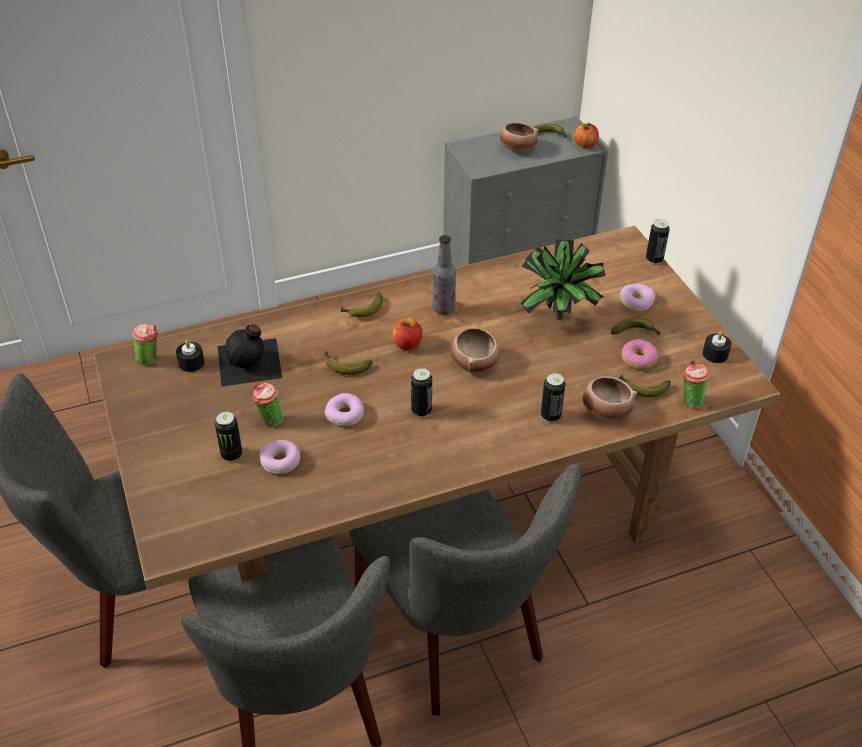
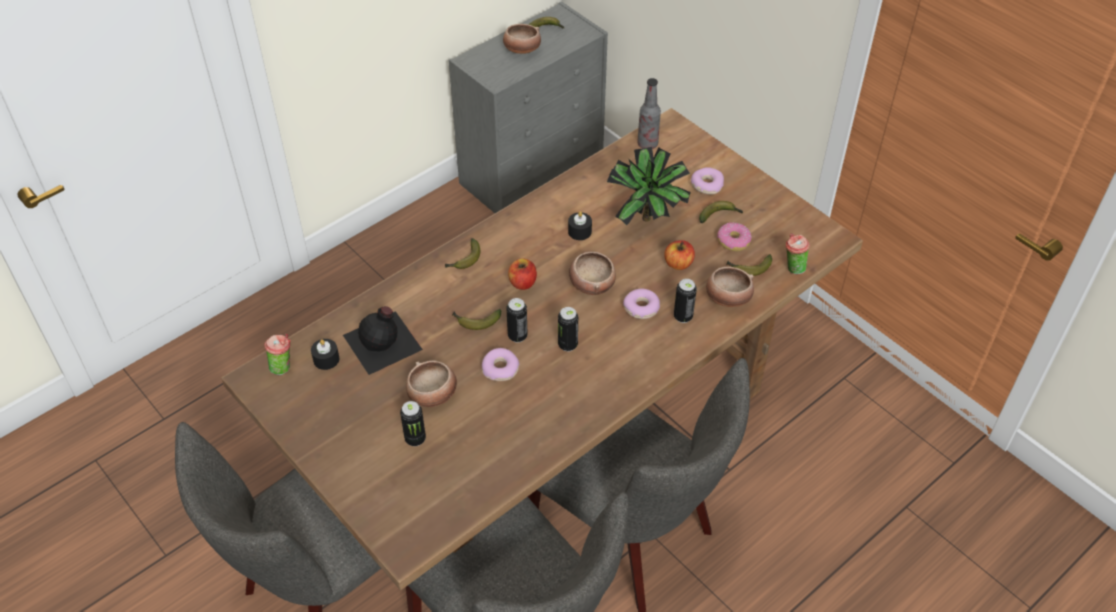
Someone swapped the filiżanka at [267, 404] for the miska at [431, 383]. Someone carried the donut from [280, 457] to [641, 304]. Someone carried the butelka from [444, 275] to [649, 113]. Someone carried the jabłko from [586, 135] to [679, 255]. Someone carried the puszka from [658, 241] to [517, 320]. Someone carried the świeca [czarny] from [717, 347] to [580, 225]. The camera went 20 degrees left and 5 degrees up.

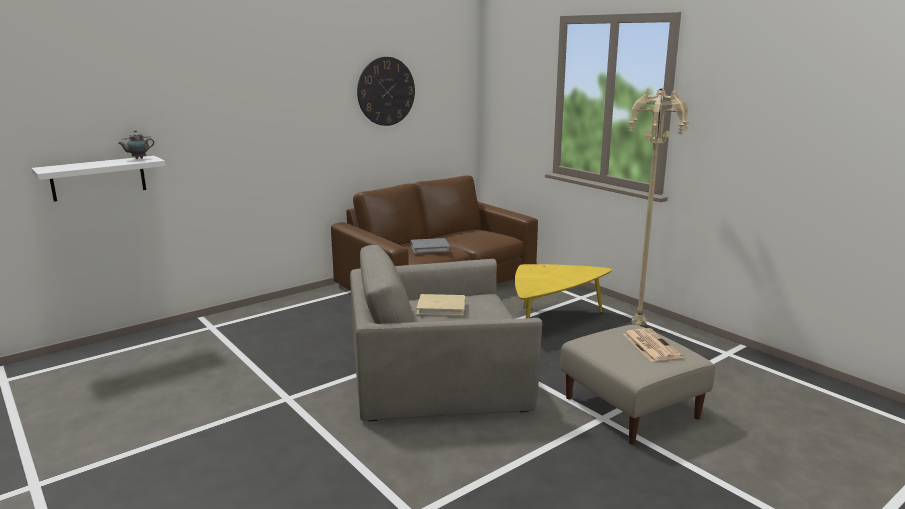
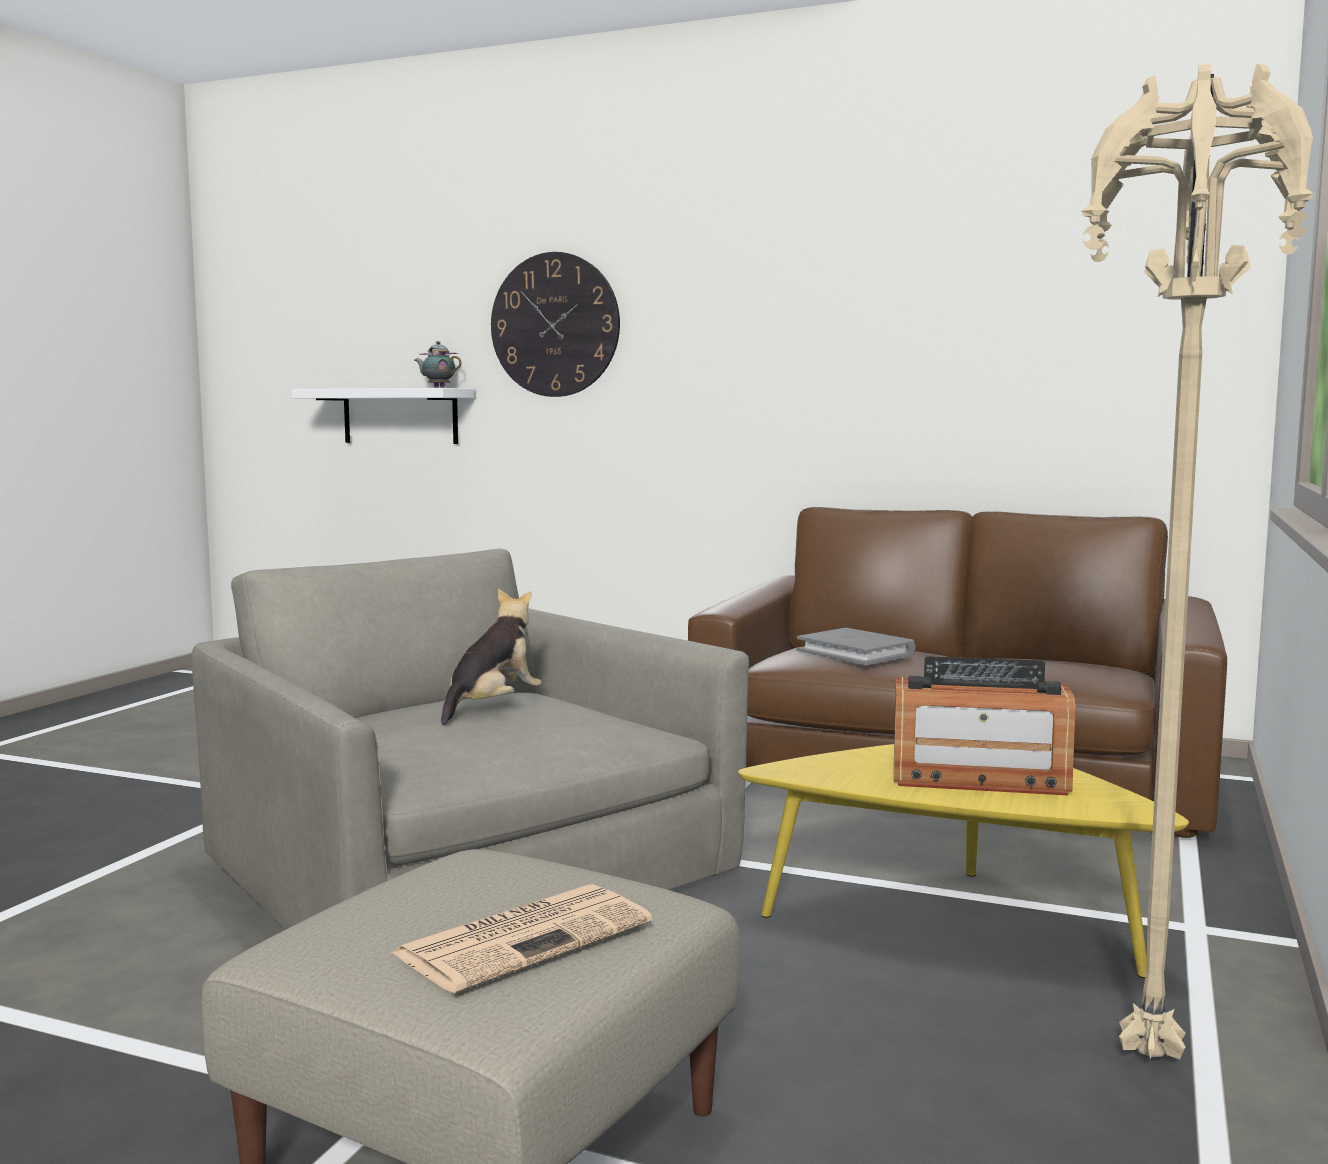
Someone carried the zegar ścienny from [386, 91] to [555, 324]. Someone swapped the książka [beżowy] at [441, 305] for the pluszak at [491, 657]. Someone put down the radio at [984, 726]. The camera went 60 degrees right and 10 degrees down.

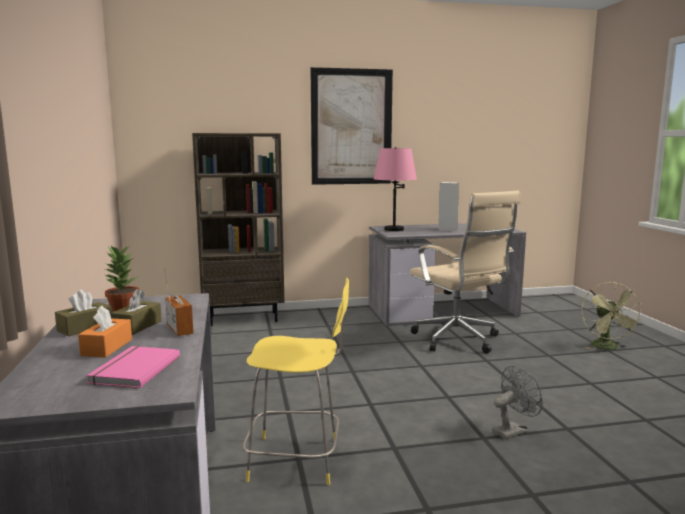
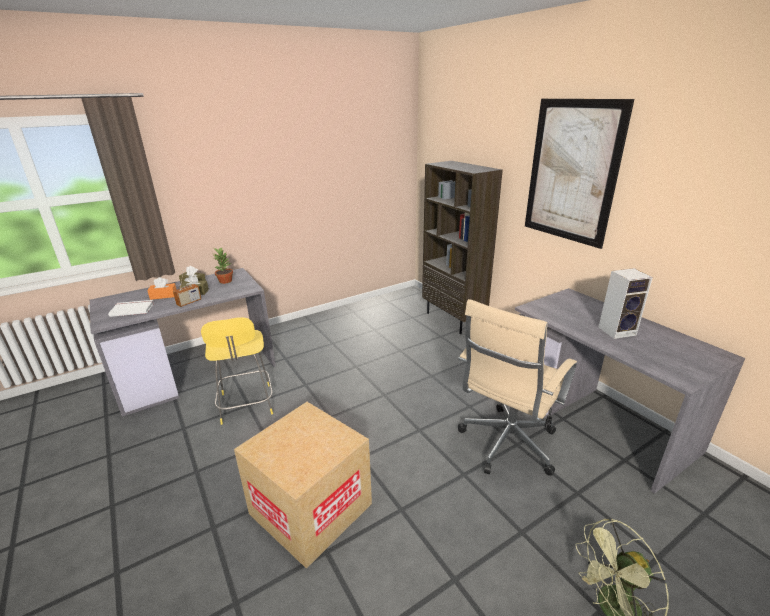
Someone repainted the książka [różowy] at [133, 367], which became the książka [biały] at [131, 308]. Someone took away the lampa stołowa [różowy] at [395, 189]. Someone swapped the wentylator [szary] at [517, 402] for the karton at [303, 485]. The camera went 70 degrees right and 15 degrees up.

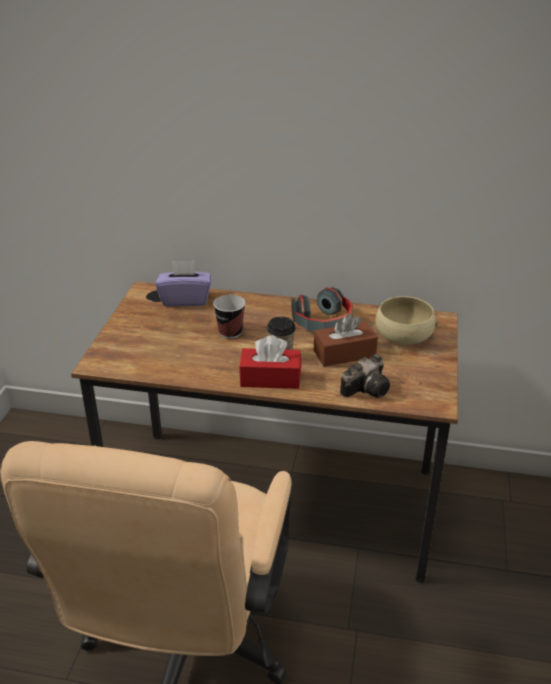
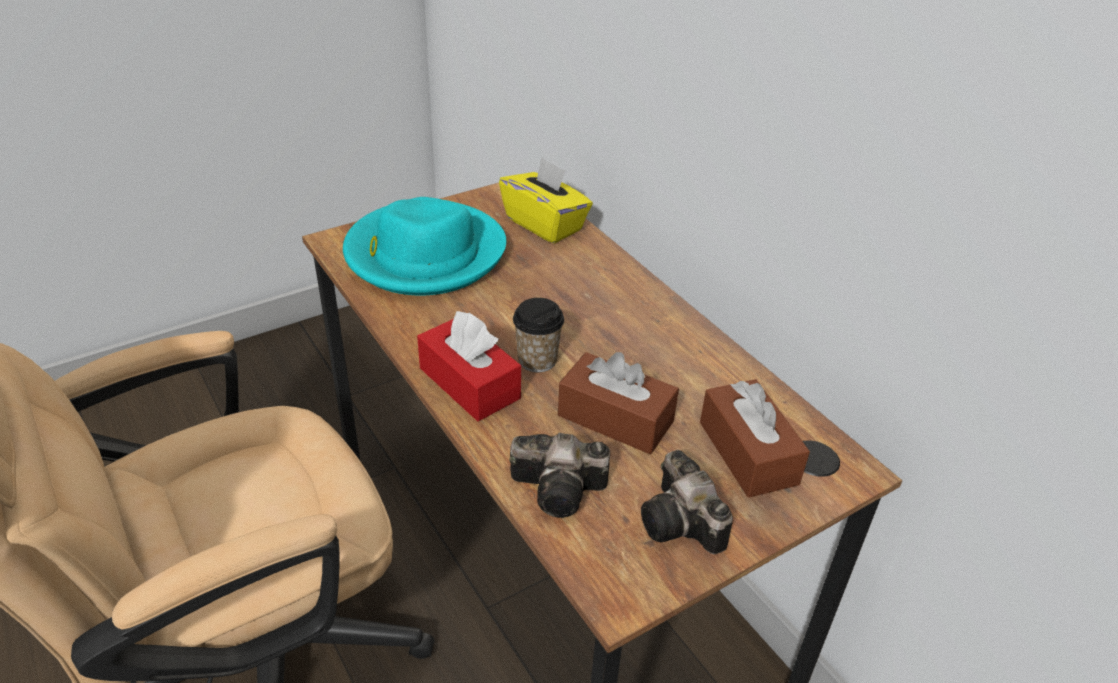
Someone repainted the pudełko chusteczek [fioletowy] at [183, 283], which became the pudełko chusteczek [żółty] at [546, 200]. Someone took away the filiżanka at [229, 317]. Someone took away the słuchawki at [322, 309]. Someone swapped the miska [beżowy] at [406, 320] for the pudełko chusteczek [brązowy] at [755, 438]. Someone put down the kapelusz [turkusowy] at [424, 246]. Someone put down the aparat fotograficzny at [687, 502]. The camera went 45 degrees right and 5 degrees up.

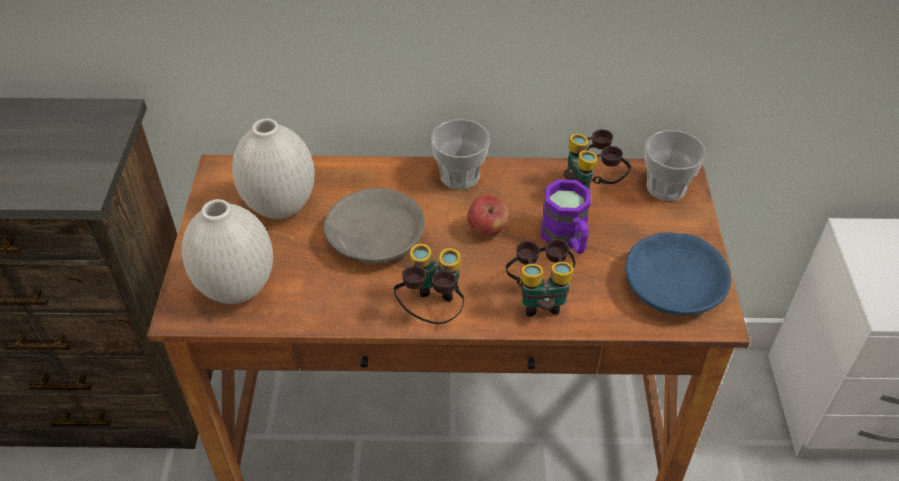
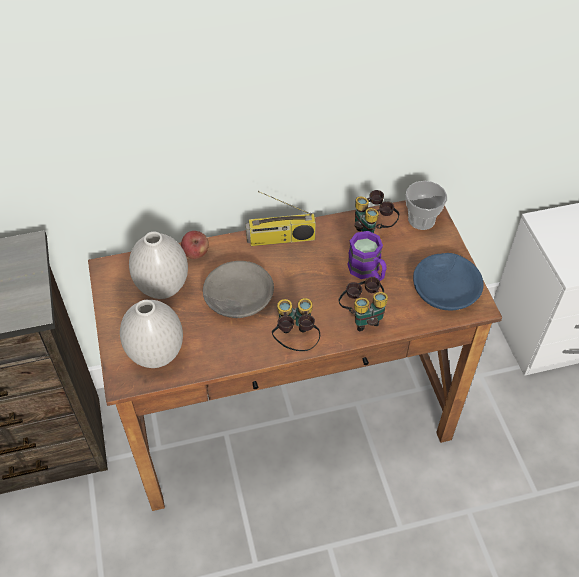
Someone swapped the filiżanka at [460, 154] for the radio at [281, 218]. Someone carried the jabłko from [488, 216] to [195, 245]. The camera went 15 degrees left and 5 degrees up.

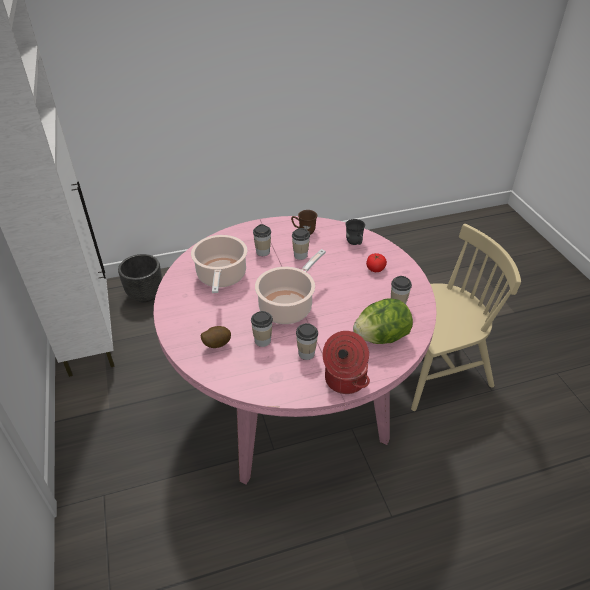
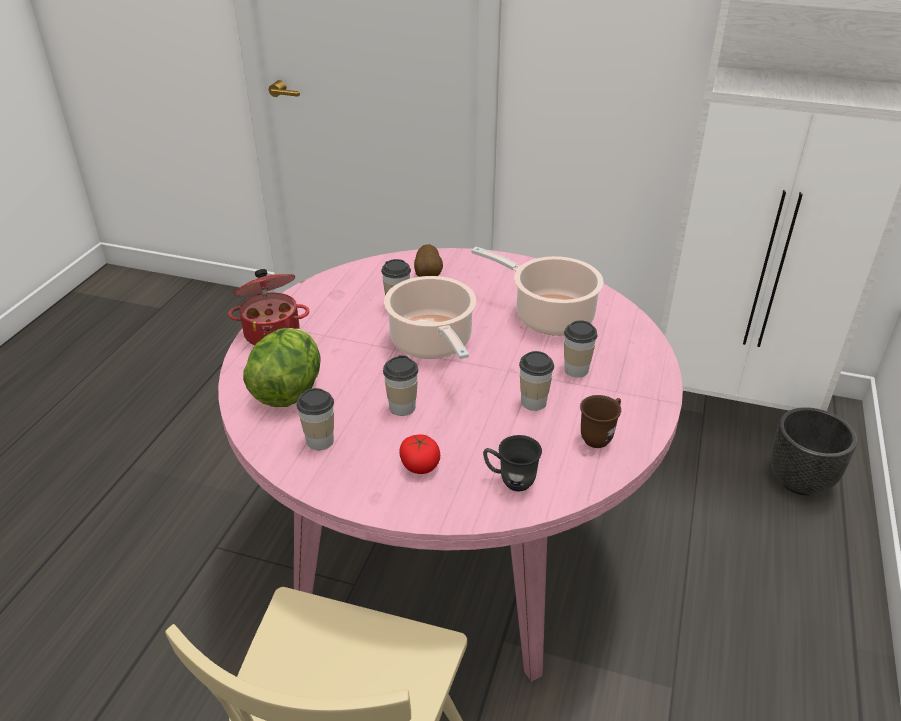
Someone carried the filiżanka from [307, 341] to [400, 385]. The camera went 125 degrees right and 5 degrees down.

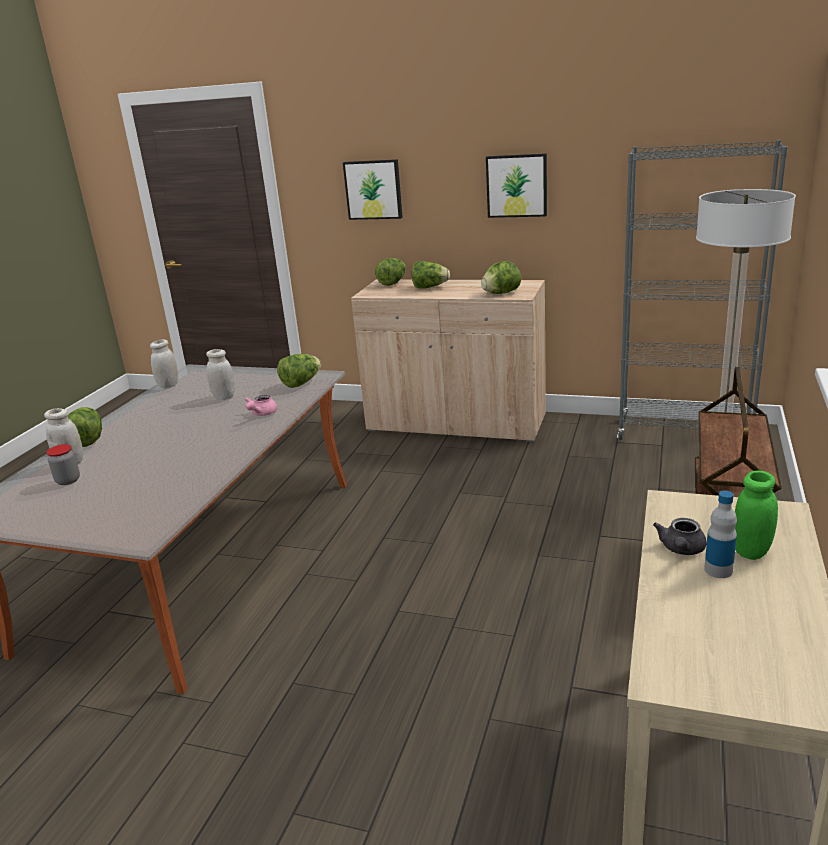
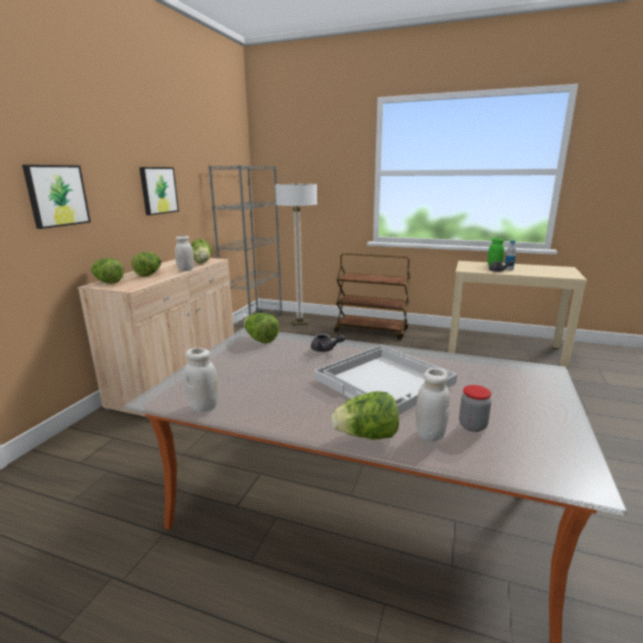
Someone carried the słoik [biały] from [220, 374] to [184, 253]. Someone repainted the imbryk [różowy] at [261, 405], which became the imbryk [szary] at [328, 342]. Someone put down the taca [biały] at [386, 379]. The camera went 90 degrees left and 5 degrees down.

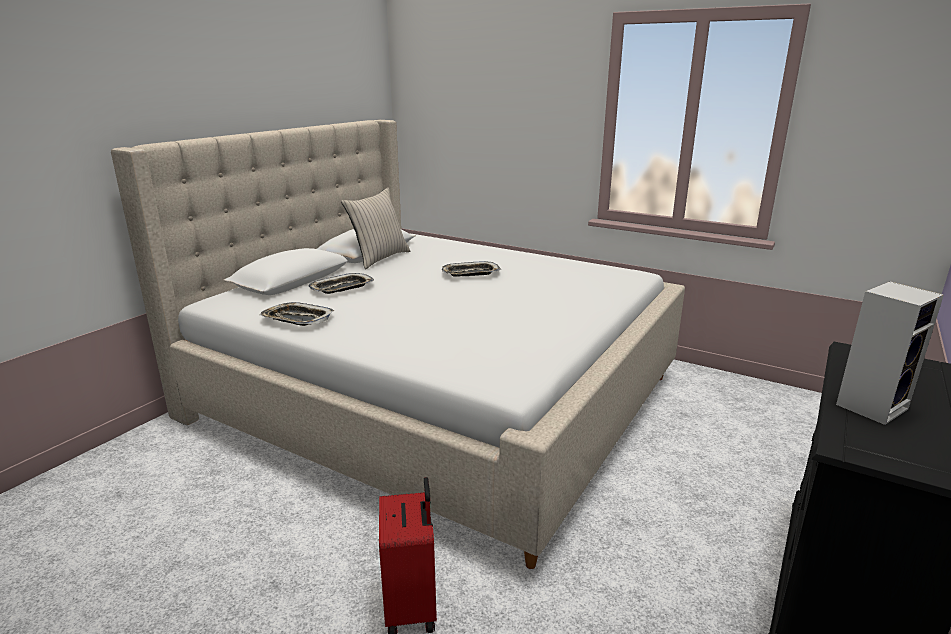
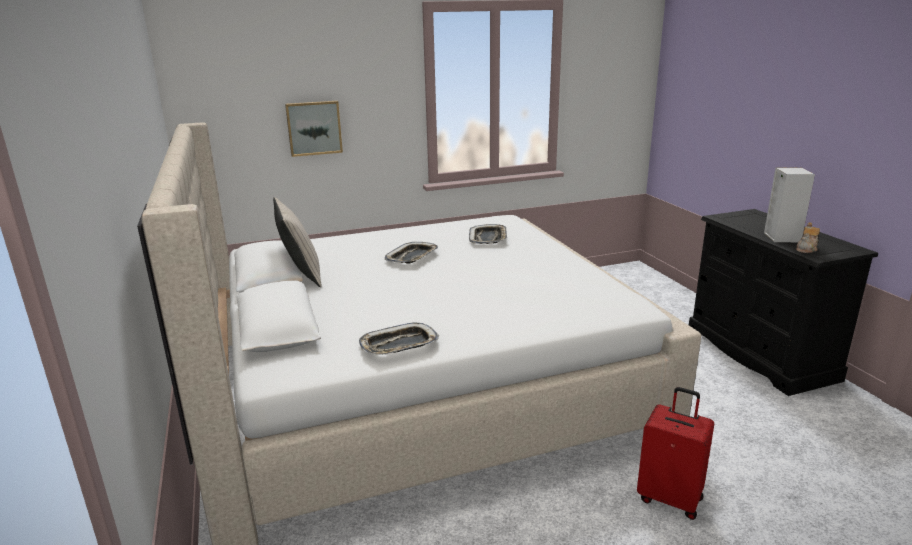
Someone carried the taca from [341, 283] to [488, 234]. Someone put up the obraz at [314, 129]. Someone put down the imbryk at [808, 237]. The camera went 50 degrees left and 0 degrees up.

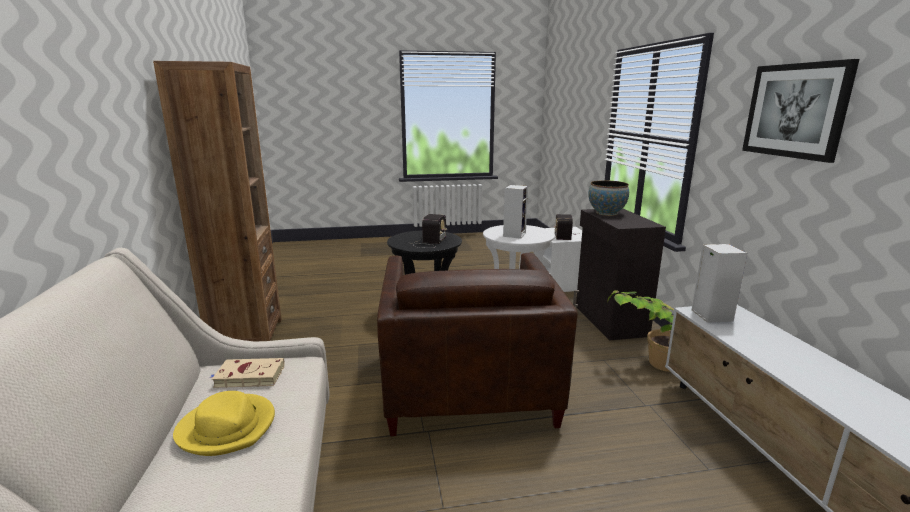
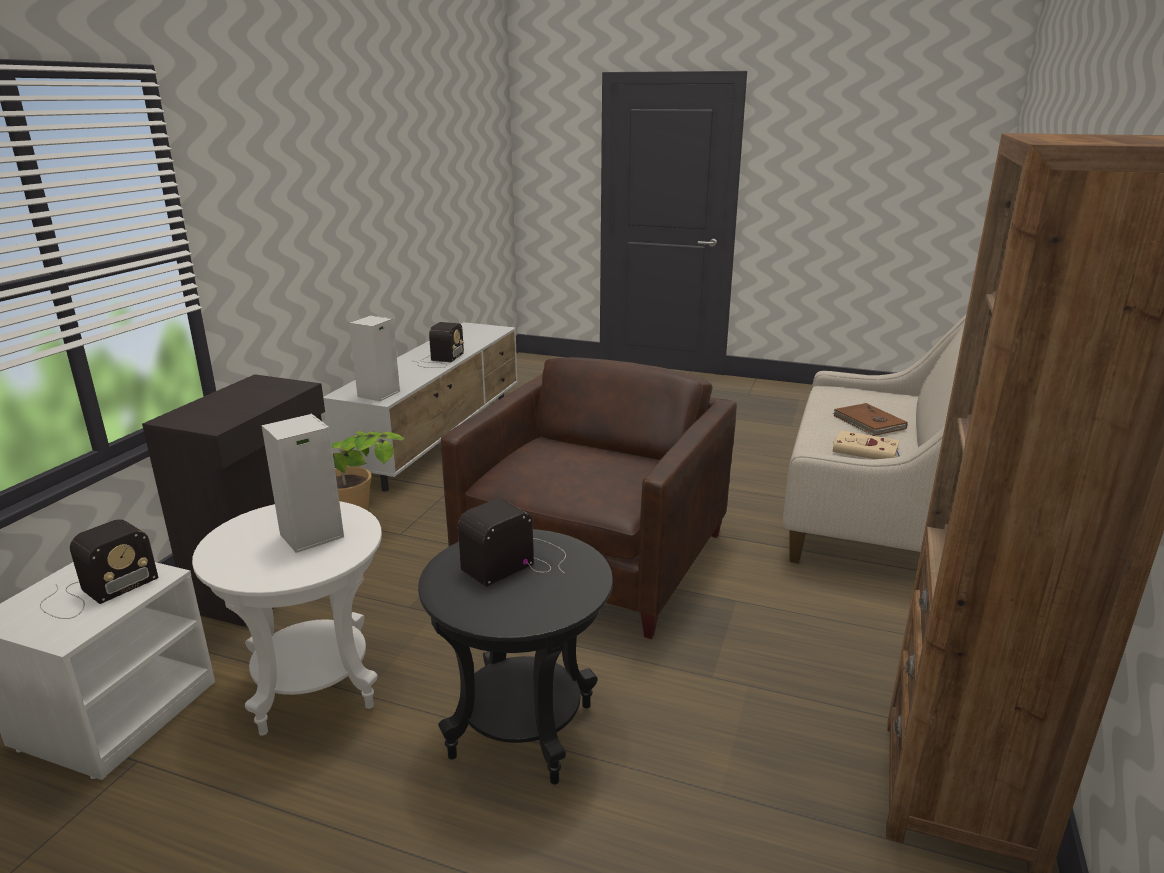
Someone swapped the kapelusz [żółty] at [224, 423] for the książka [brązowy] at [870, 419]. Someone took away the miska at [608, 198]. Someone took away the obraz at [800, 111]. Someone put down the radio at [439, 345]. The camera went 150 degrees left and 5 degrees up.

